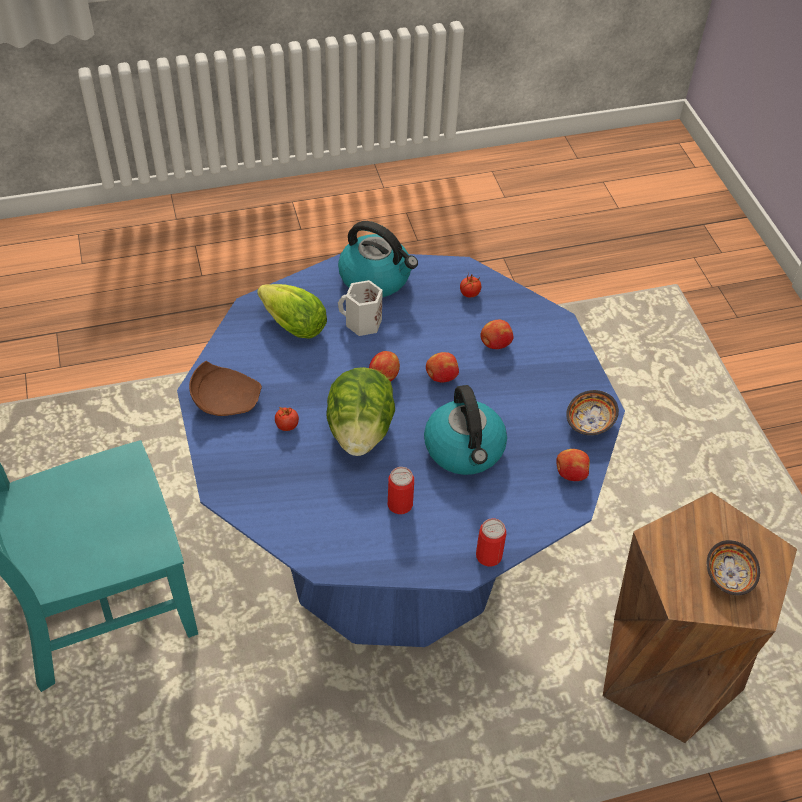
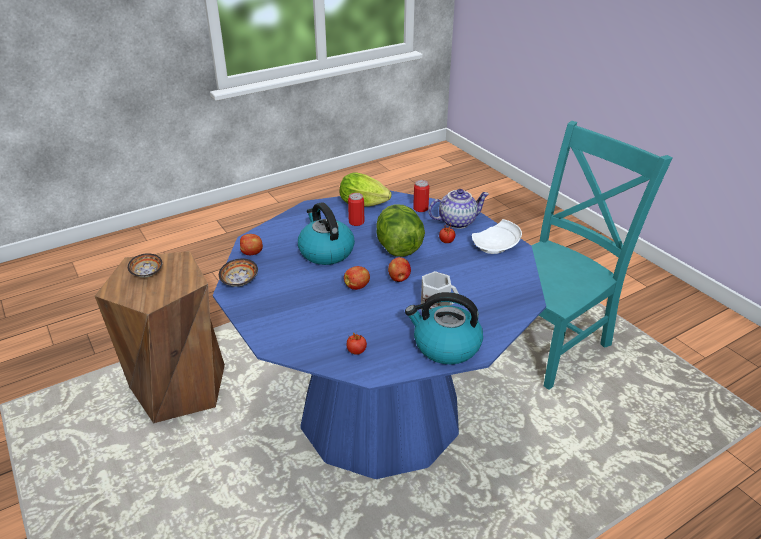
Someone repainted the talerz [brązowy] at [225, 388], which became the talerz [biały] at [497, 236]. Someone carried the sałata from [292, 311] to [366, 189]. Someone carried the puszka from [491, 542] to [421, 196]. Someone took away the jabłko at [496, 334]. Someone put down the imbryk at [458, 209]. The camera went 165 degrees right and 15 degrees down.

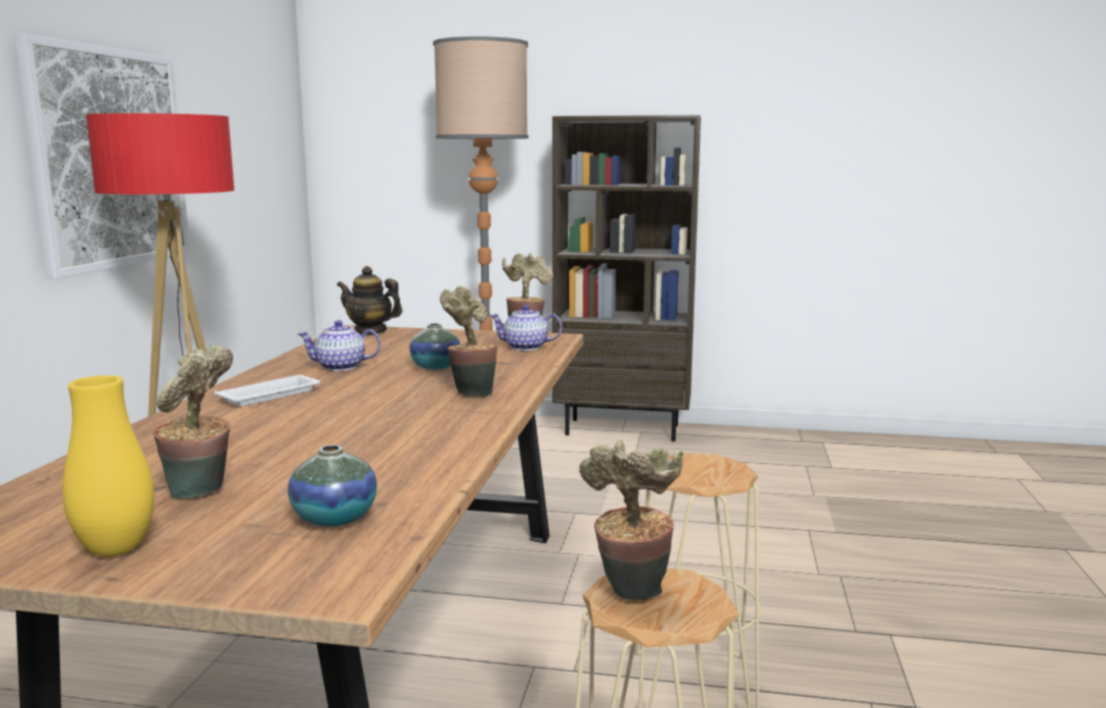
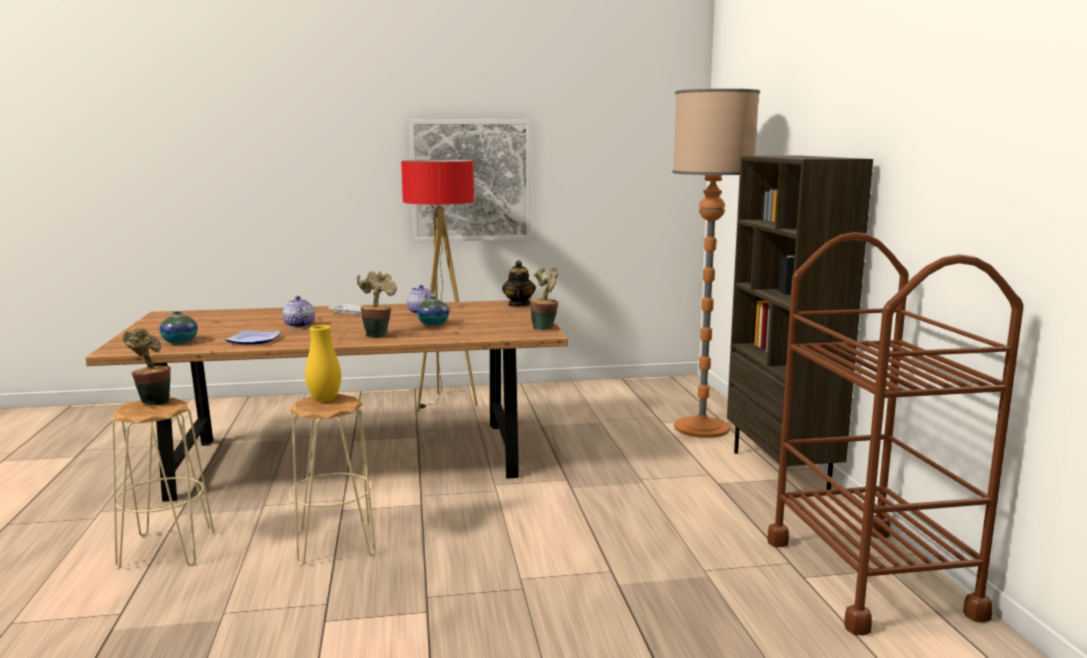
Someone carried the wazon [żółty] from [108, 466] to [323, 363]. Someone took away the roślina doniczkowa at [193, 422]. Someone carried the imbryk from [525, 328] to [299, 312]. Someone put down the talerz at [253, 337]. Someone put down the wózek [brązowy] at [895, 434]. The camera went 70 degrees right and 0 degrees up.

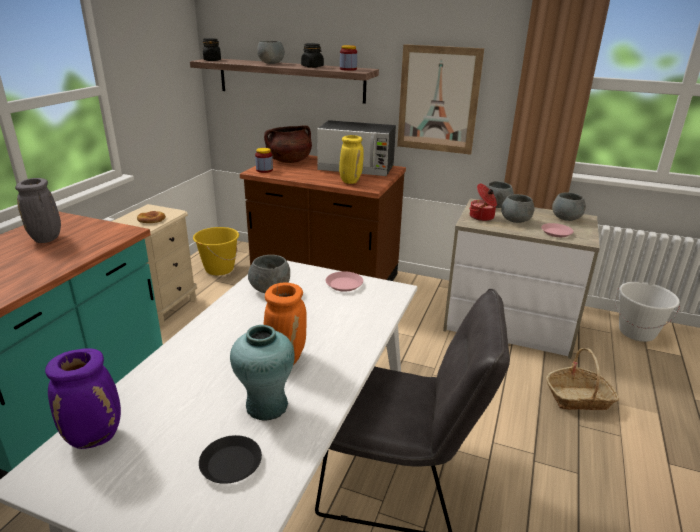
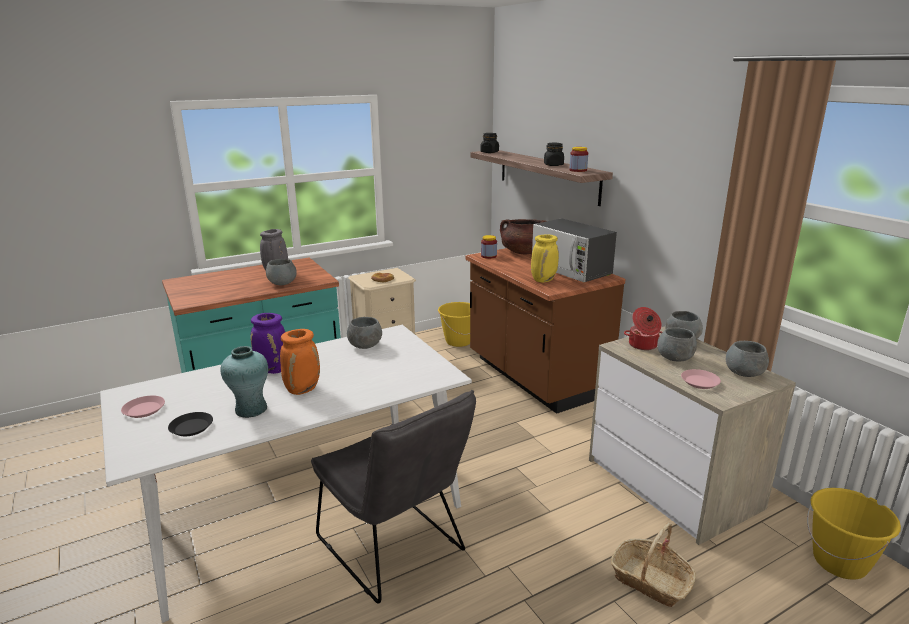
Someone carried the wazon [fioletowy] from [83, 398] to [267, 343]. Someone carried the miska [szary] from [271, 52] to [281, 272]. Someone carried the talerz [różowy] from [344, 281] to [143, 406]. Someone took away the obraz at [440, 99]. Someone repainted the wiadro [biały] at [647, 312], which became the wiadro [żółty] at [854, 534]. The camera went 40 degrees right and 5 degrees down.

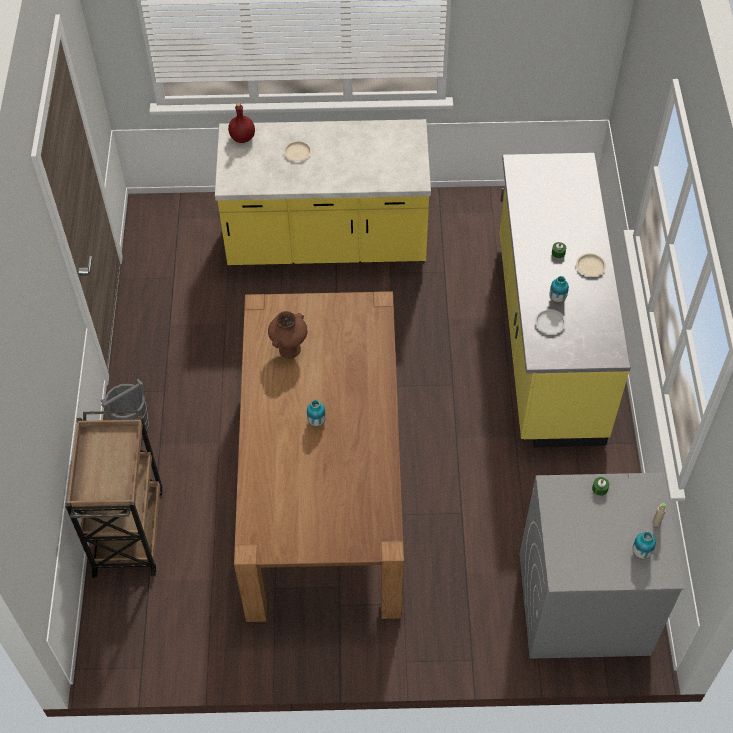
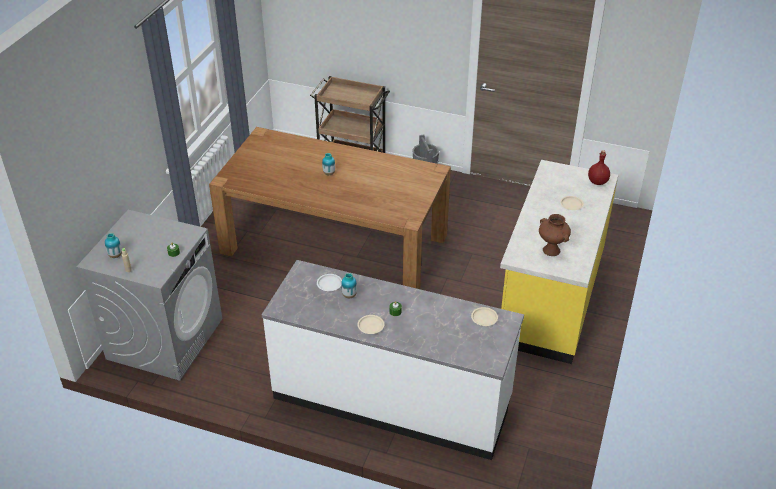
Someone carried the wazon [brązowy] from [287, 335] to [555, 235]. Someone repainted the zabudowa kuchenna [żółty] at [565, 300], which became the zabudowa kuchenna [biały] at [393, 360]. Someone put down the talerz [beżowy] at [484, 316]. The camera went 110 degrees right and 15 degrees down.

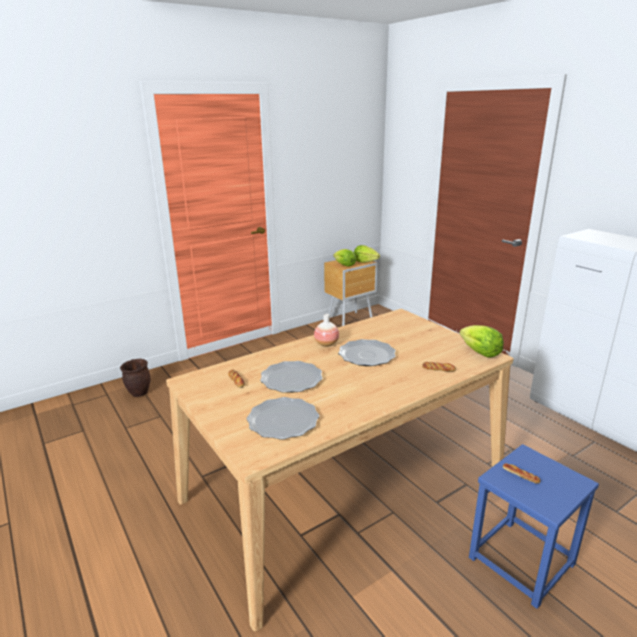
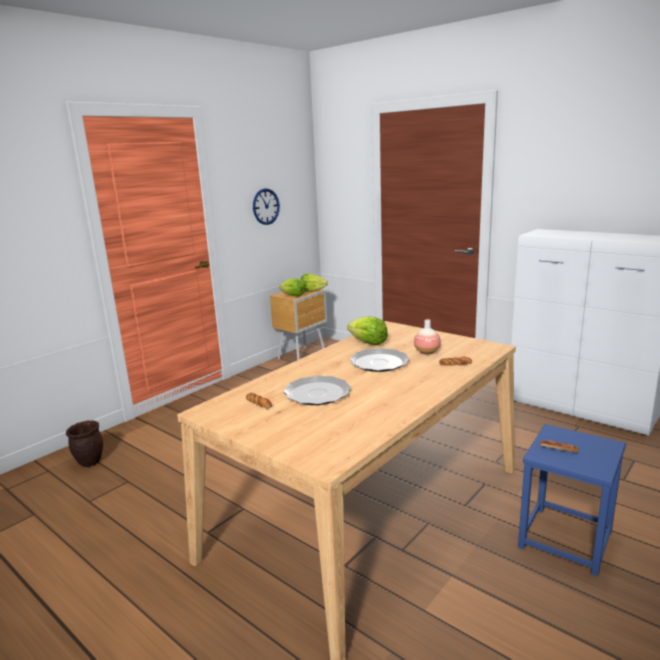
Someone took away the talerz at [283, 418]. Someone carried the wazon from [326, 330] to [427, 336]. Someone carried the sałata from [481, 341] to [367, 330]. Someone put up the zegar ścienny at [266, 206]. The camera went 15 degrees left and 5 degrees down.

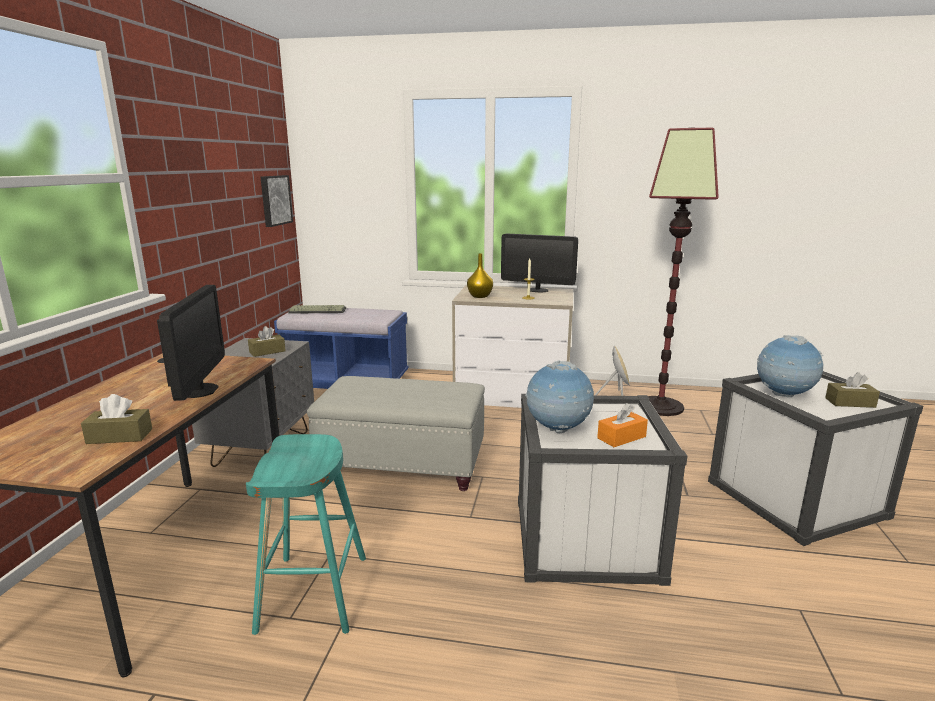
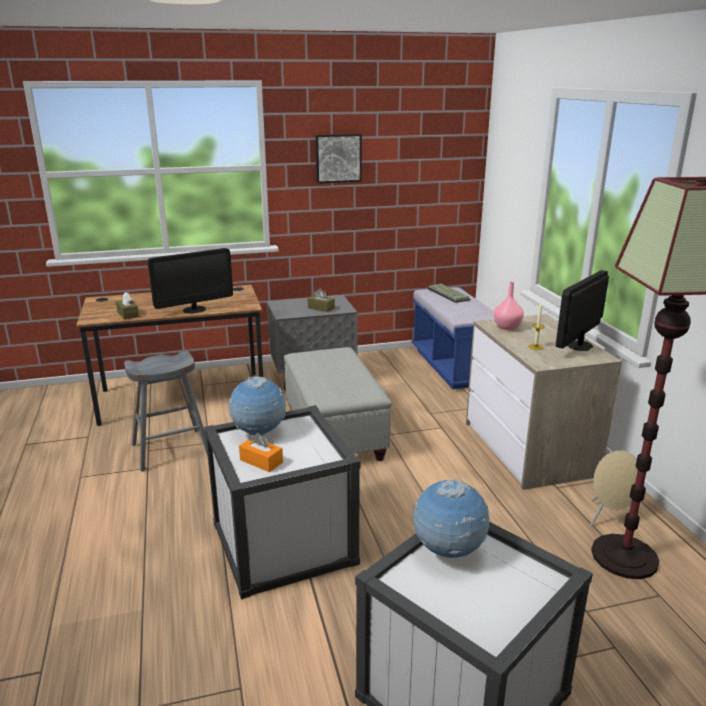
Someone repainted the stołek [turkusowy] at [306, 534], which became the stołek [szary] at [165, 411]. Someone carried the obraz from [277, 201] to [338, 158]. Someone repainted the wazon [żółty] at [480, 275], which became the wazon [różowy] at [509, 305]. Someone rotated the monitor at [539, 263] by 45 degrees clockwise. Someone took away the pudełko chusteczek [brązowy] at [852, 390]. The camera went 65 degrees right and 5 degrees up.

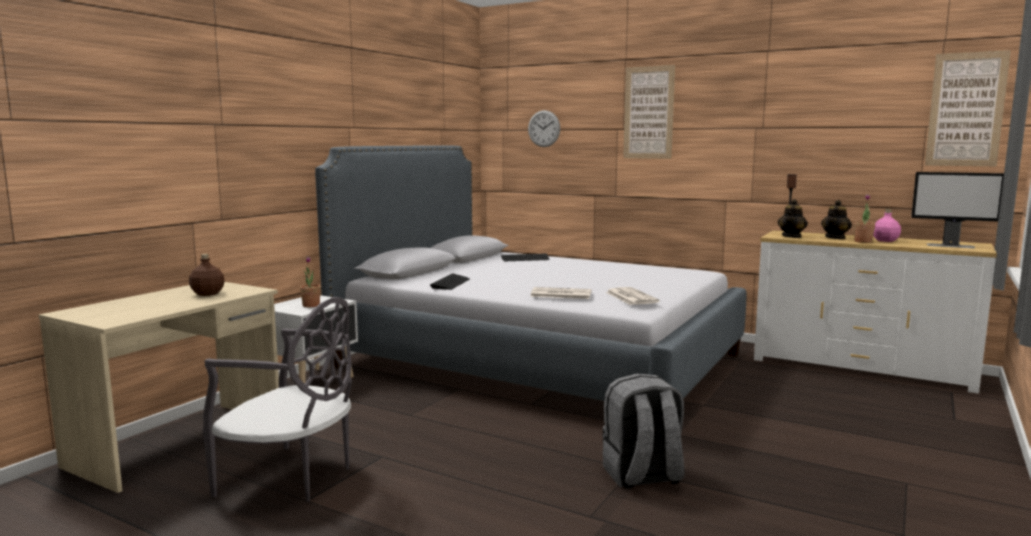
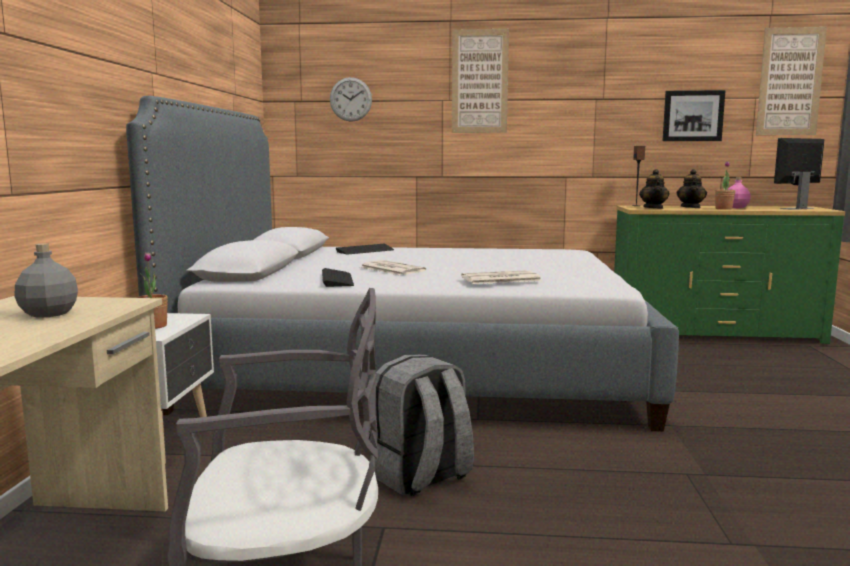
Someone repainted the butelka [brązowy] at [207, 275], which became the butelka [szary] at [46, 280]. Someone carried the plecak [szary] from [643, 431] to [421, 425]. Someone carried the gazeta from [633, 296] to [393, 267]. Someone repainted the komoda [biały] at [875, 312], which became the komoda [zielony] at [729, 274]. Someone rotated the monitor at [957, 210] by 150 degrees clockwise. Someone put up the obraz at [694, 115]. The camera went 25 degrees left and 0 degrees up.

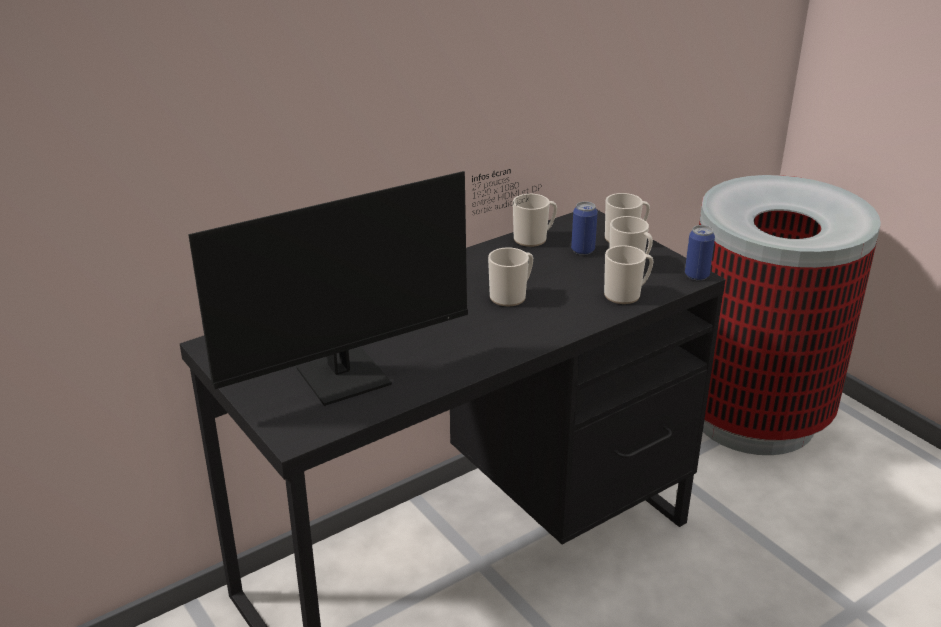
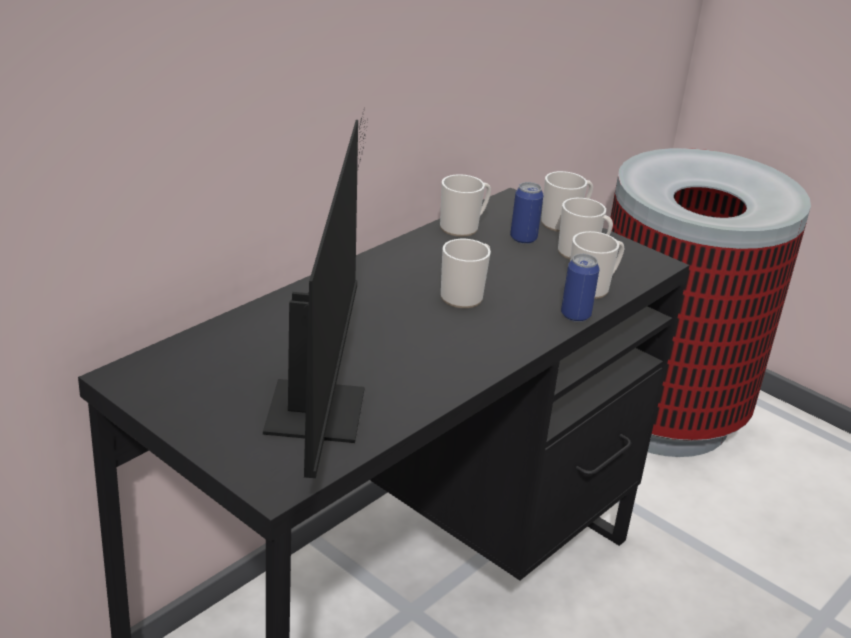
Someone rotated the monitor at [365, 287] by 45 degrees counterclockwise. Someone carried the puszka from [700, 252] to [580, 287]. The camera went 15 degrees left and 0 degrees up.

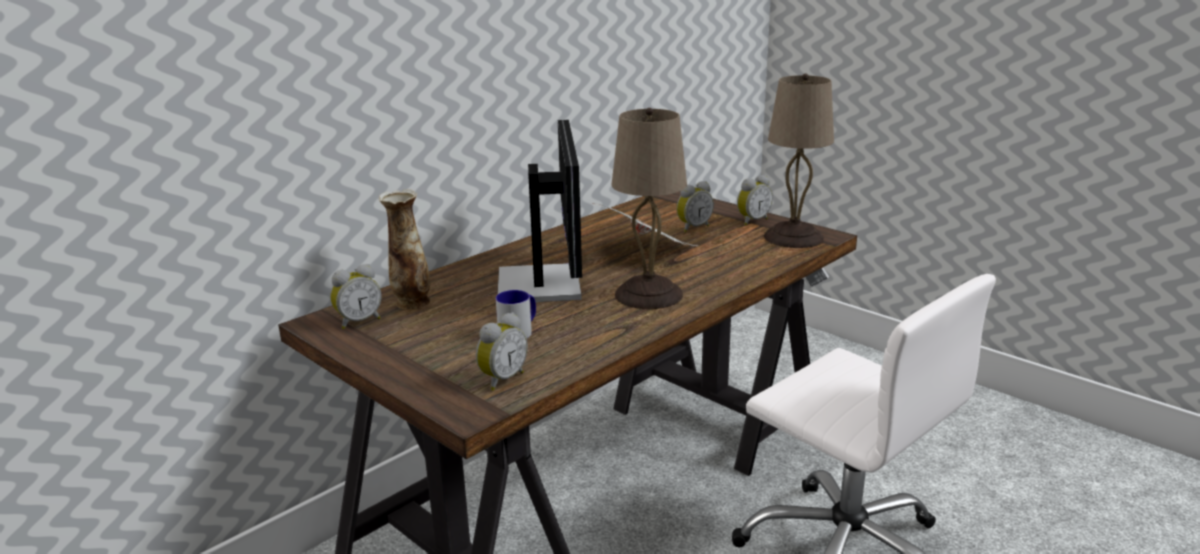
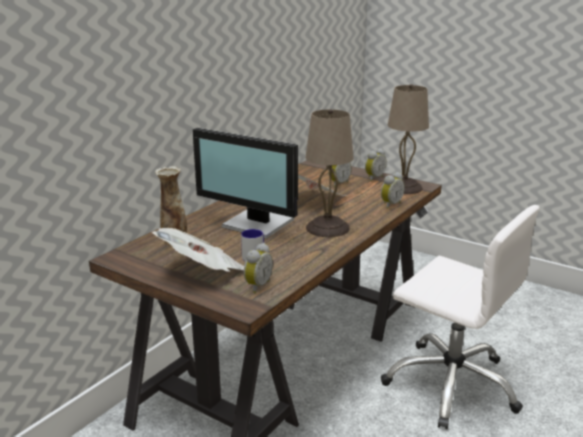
Someone carried the budzik from [356, 296] to [393, 190]. Someone rotated the monitor at [540, 211] by 135 degrees clockwise. Someone put down the gazeta at [198, 250]. The camera went 10 degrees left and 0 degrees up.

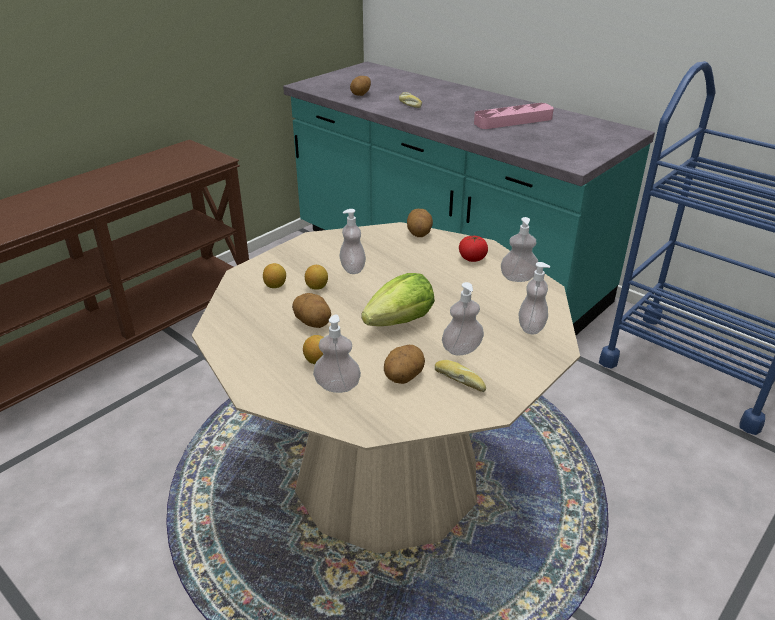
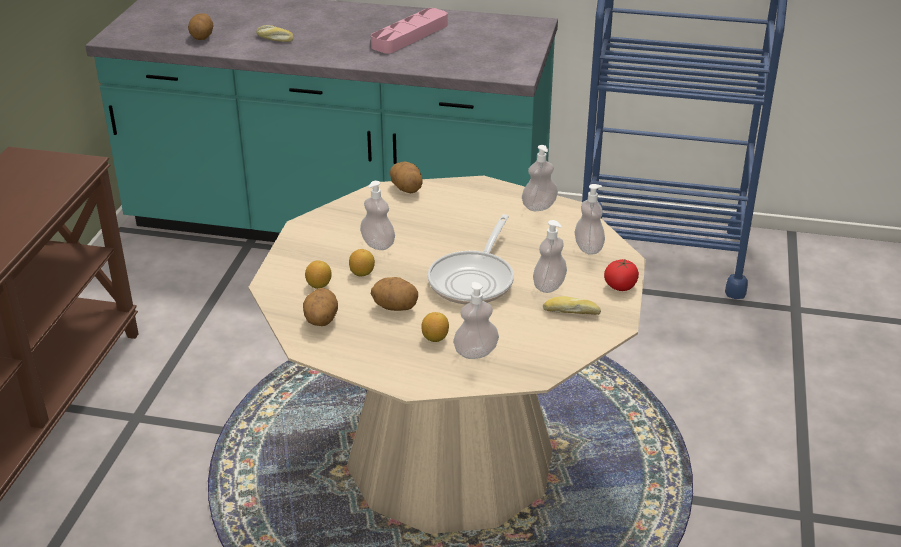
Someone swapped the sałata at [398, 299] for the patelnia at [471, 259]. Someone carried the ziemniak from [404, 364] to [320, 307]. Someone carried the pomidor from [473, 249] to [621, 275]. The camera went 30 degrees left and 0 degrees up.

